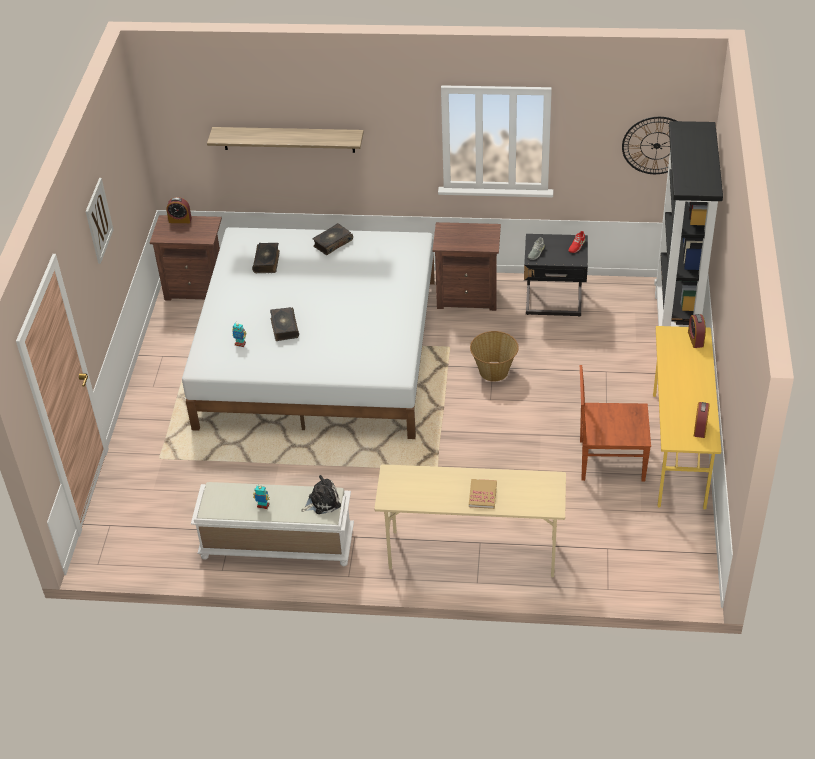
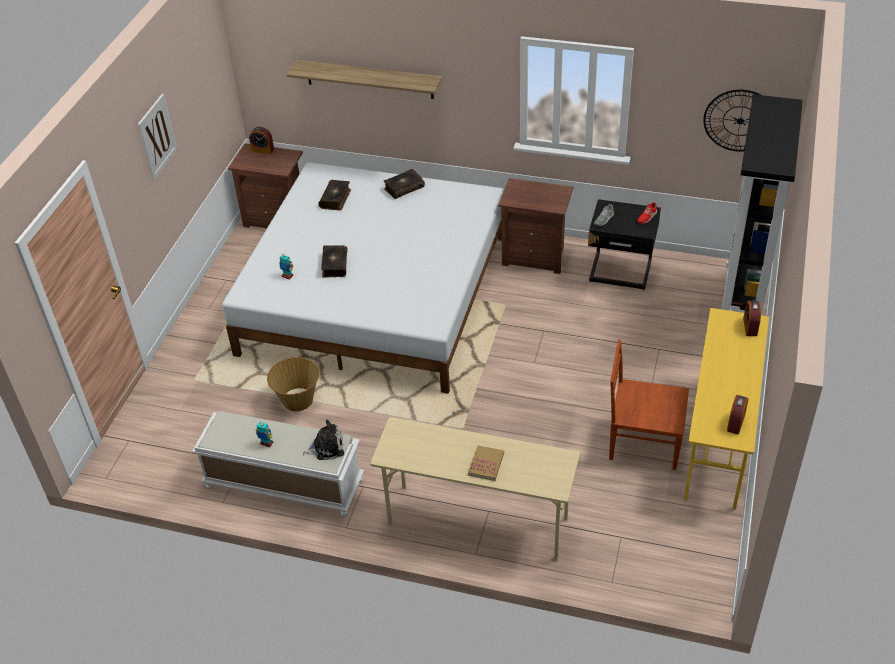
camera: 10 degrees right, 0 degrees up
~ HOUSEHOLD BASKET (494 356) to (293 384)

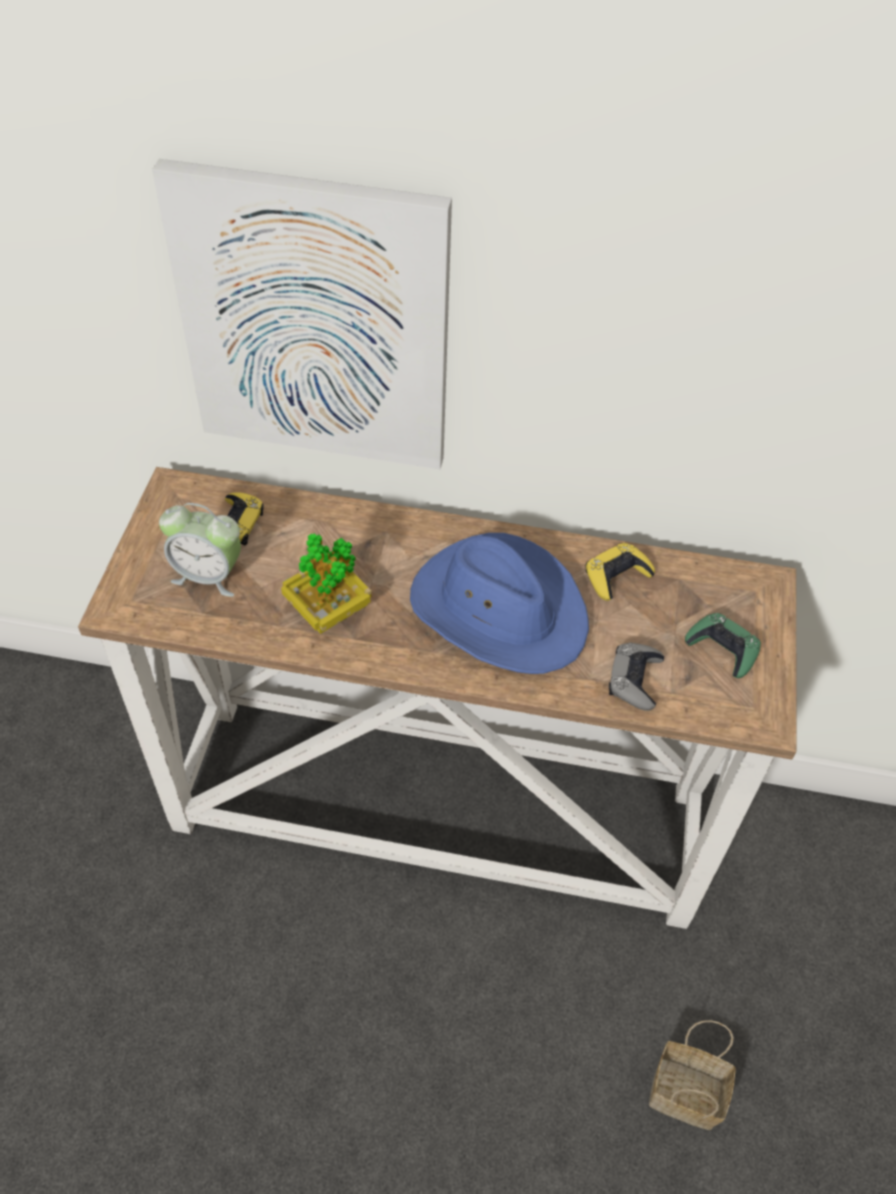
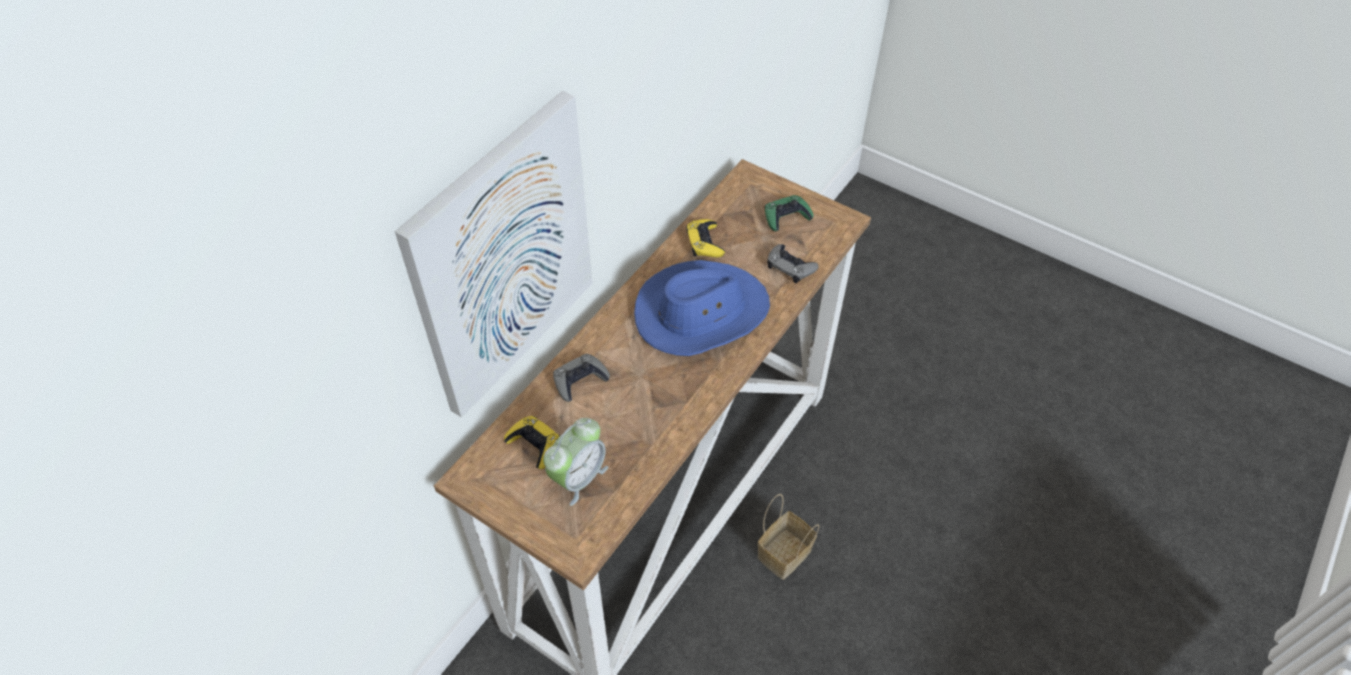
camera: 65 degrees left, 0 degrees up
- POTTED PLANT (326 583)
~ HOUSEHOLD BASKET (692 1075) to (788 537)
+ GREYISH GAME CONTROLLER (581 378)

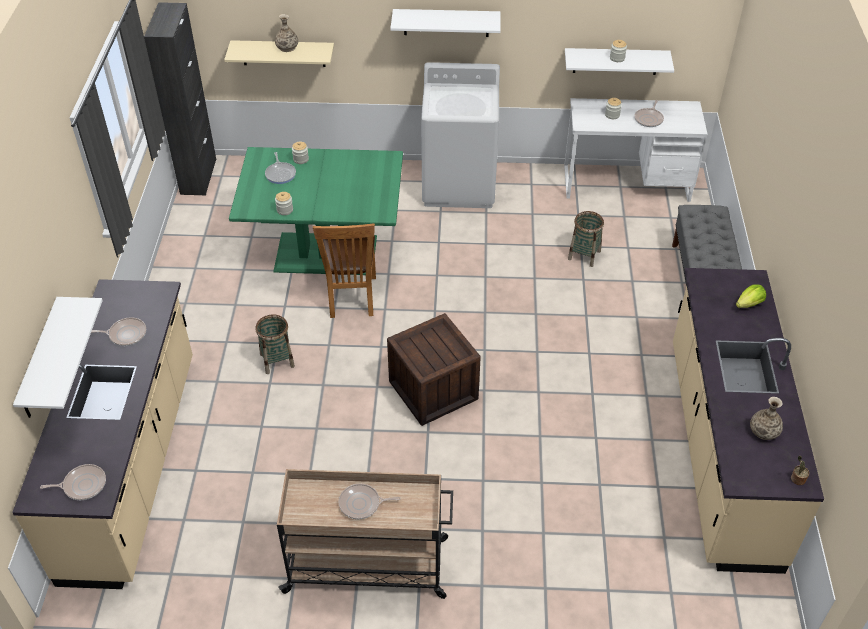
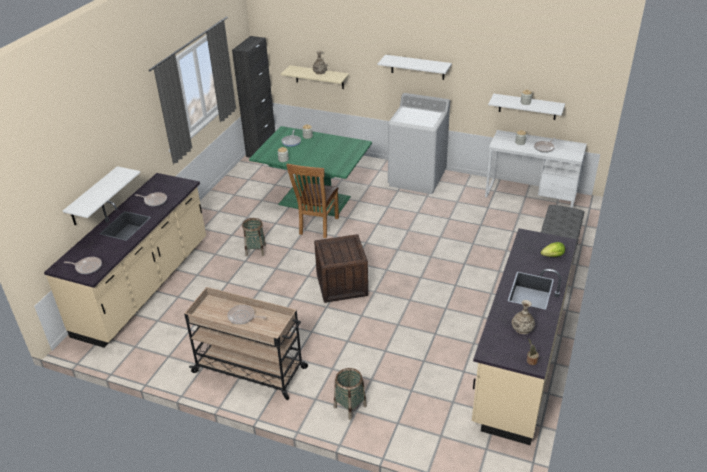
camera: 20 degrees right, 10 degrees down
~ HOUSEHOLD BASKET (586 239) to (350 394)

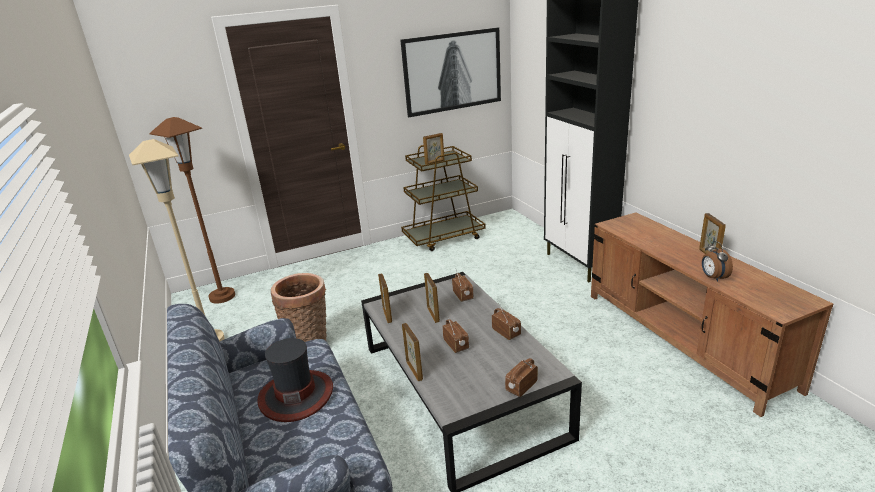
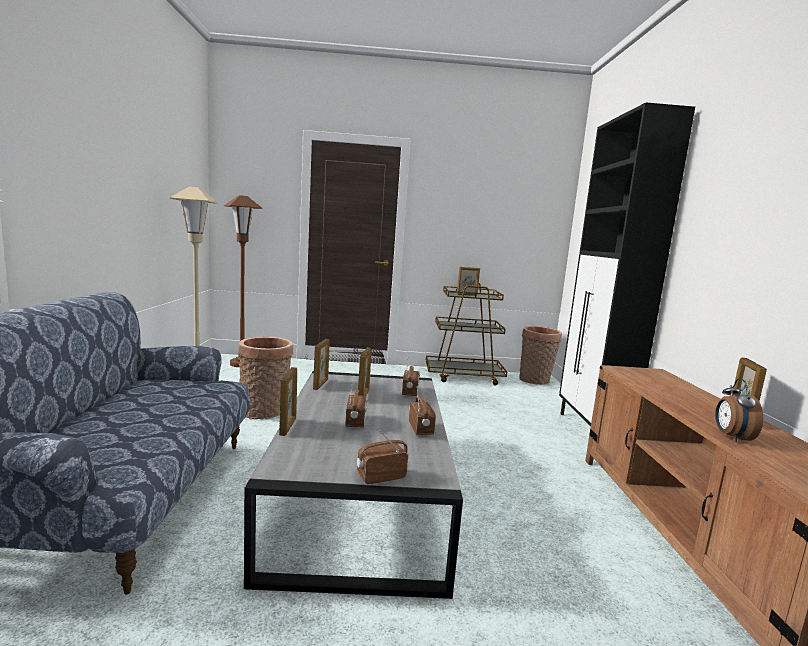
camera: 20 degrees right, 15 degrees down
- HAT (295 380)
- WALL PICTURE (450 72)
+ HOUSEHOLD BASKET (540 355)

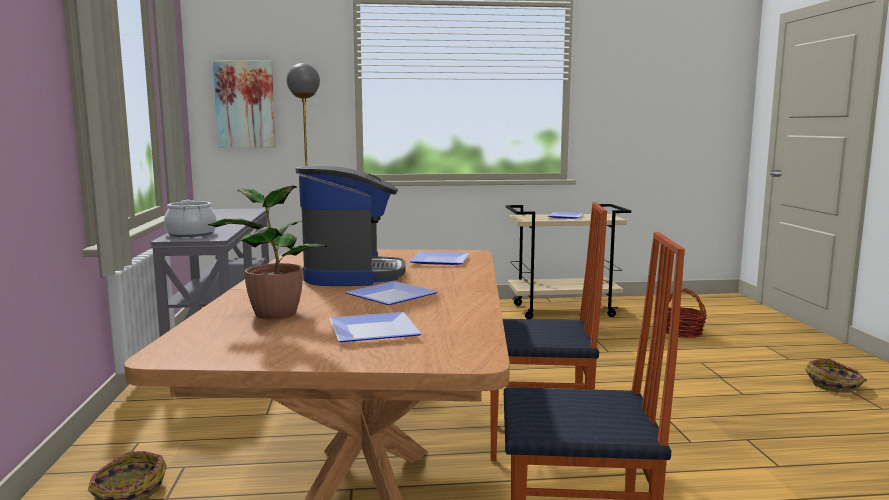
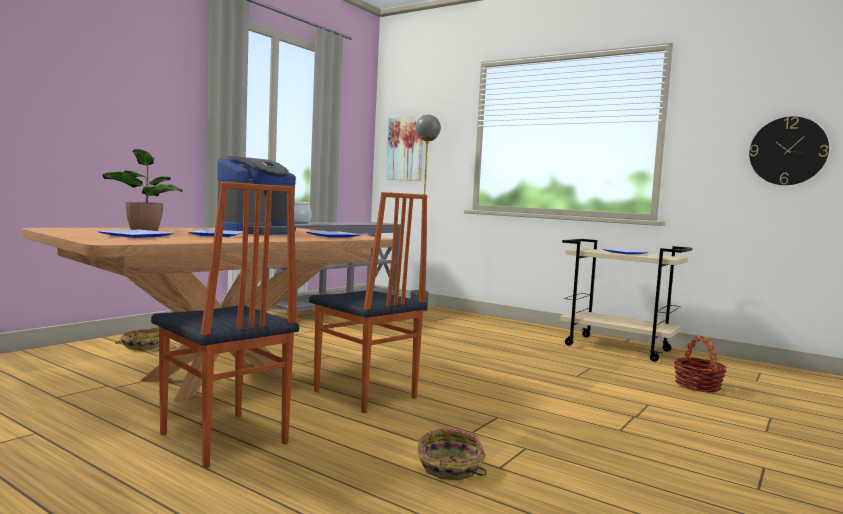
camera: 40 degrees right, 5 degrees down
~ HOUSEHOLD BASKET (836 376) to (452 454)
+ HANGING CLOCK (789 150)

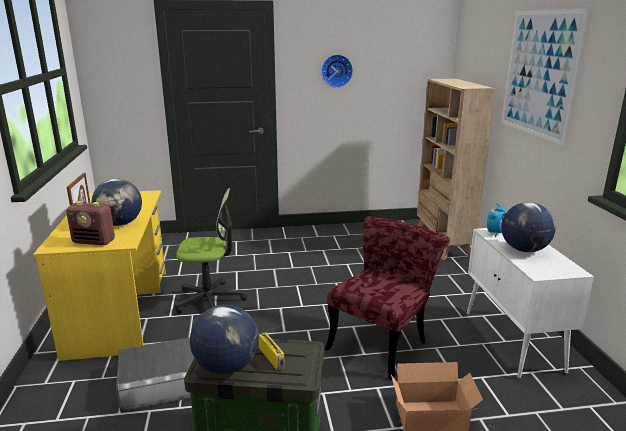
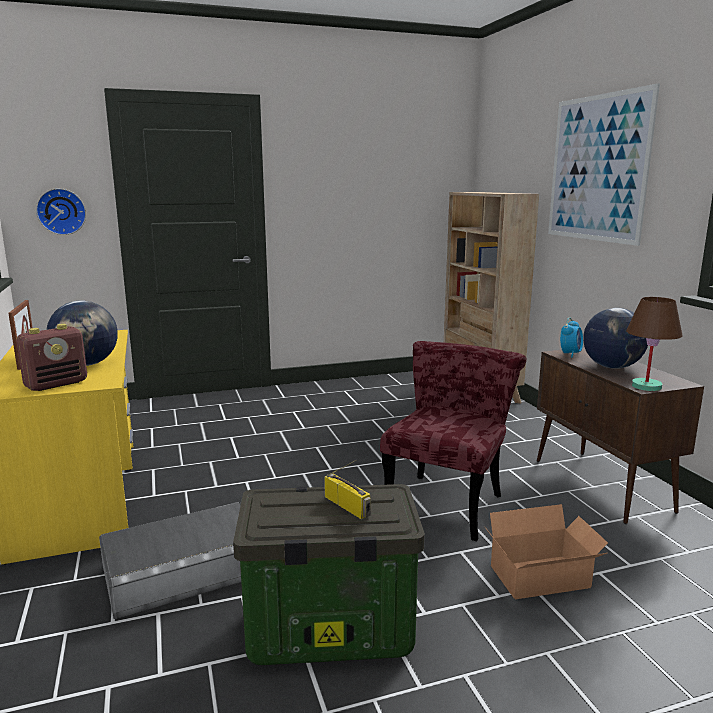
camera: 10 degrees left, 5 degrees down
~ RADIO SET (90 223) = (51 357) 45 degrees counterclockwise
- COMPUTER CHAIR (211 251)
- DESK GLOBE (224 340)
~ HANGING CLOCK (337 71) to (61 211)
~ WHITE-COLOURED CUPBOARD (530 303) to BROWN-COLOURED CUPBOARD (620 435)
+ BROWN-COLOURED TABLETOP LAMP (654 344)

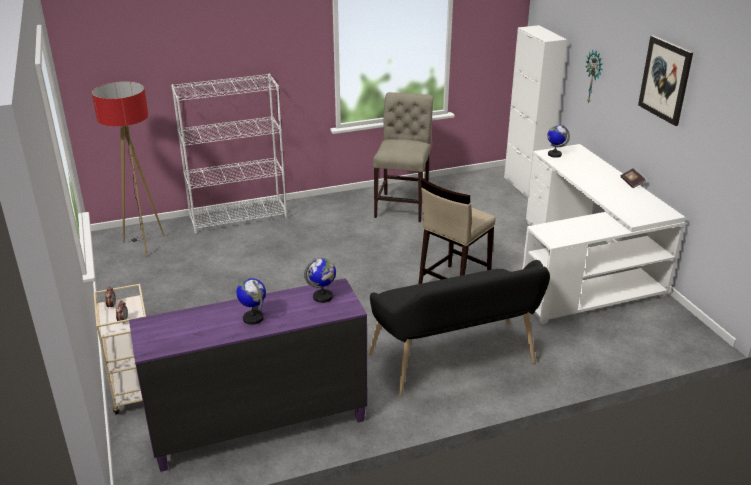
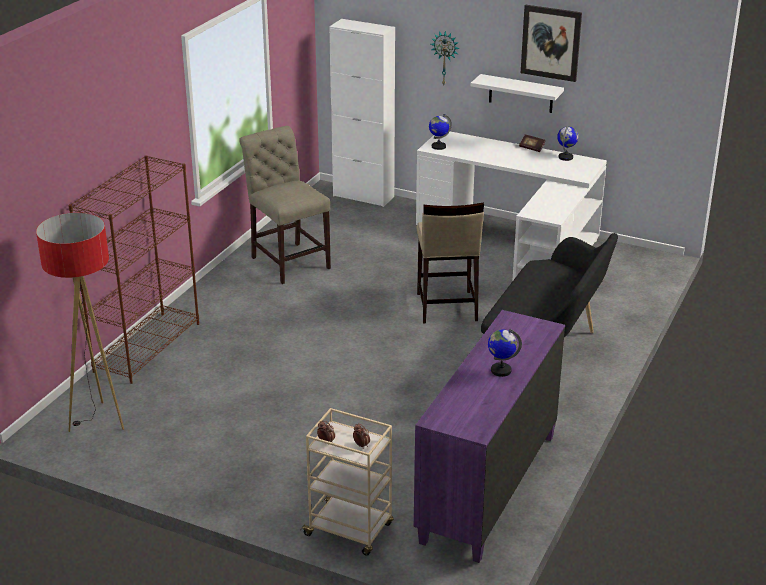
camera: 45 degrees left, 0 degrees up
~ WHITE-COLOURED SHELVING UNIT (229 154) to BROWN-COLOURED SHELVING UNIT (133 269)
~ DESK GLOBE (320 280) to (567 143)
+ WHITE-COLOURED WALL SHELF (517 93)

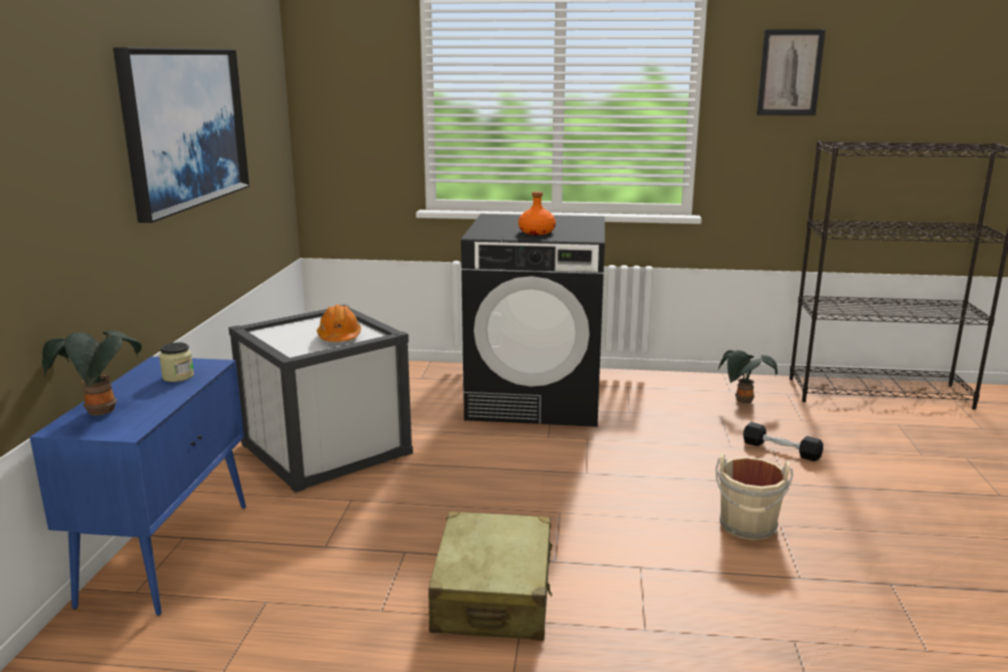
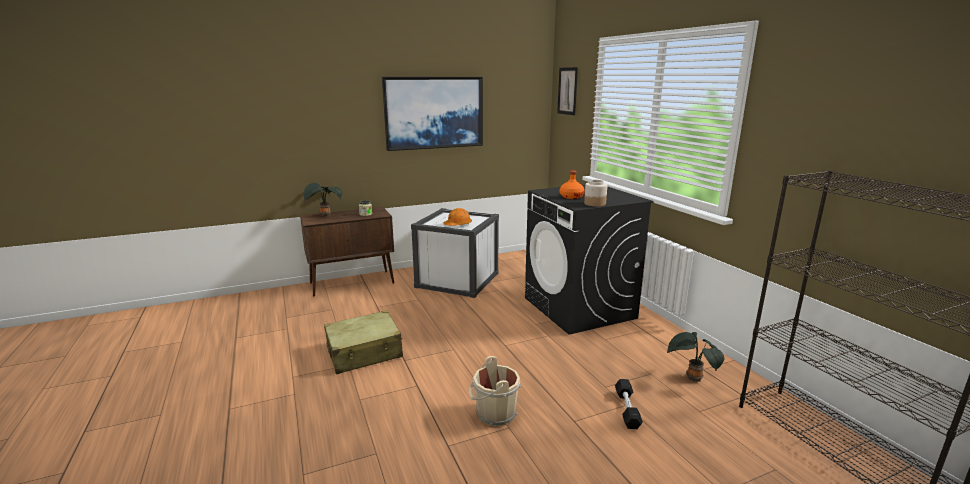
camera: 60 degrees right, 0 degrees up
~ BLUISH CUPBOARD (138 486) to BROWN-COLOURED CUPBOARD (347 252)
~ WALL PICTURE (791 72) to (567 91)
+ STORAGE JAR (595 193)

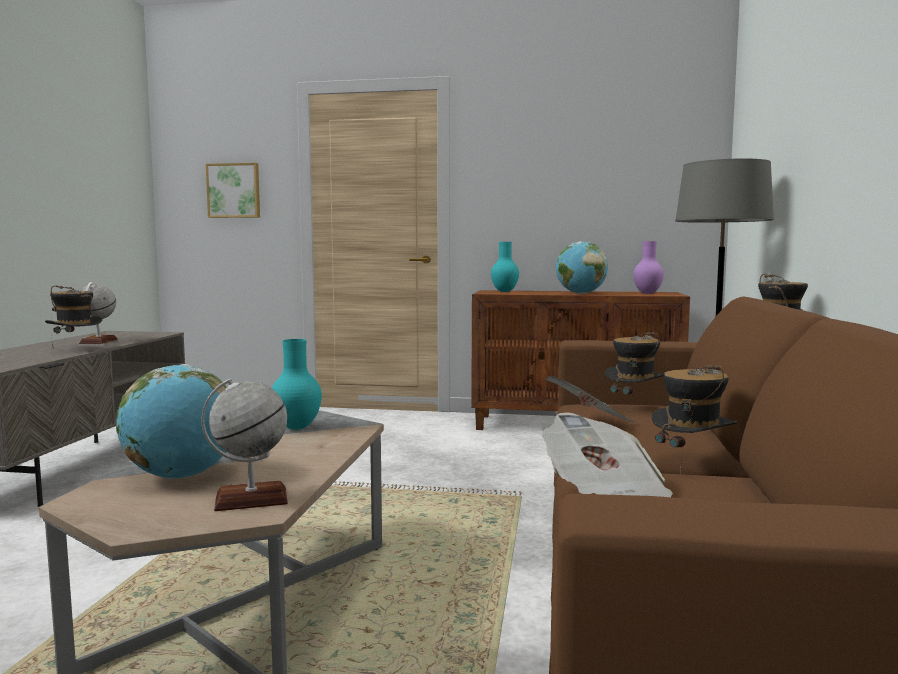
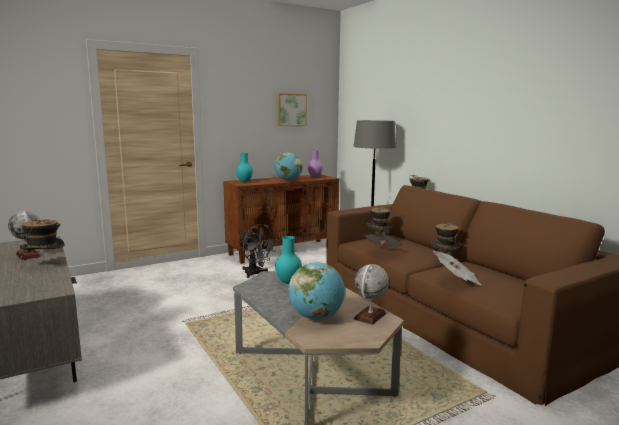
camera: 40 degrees left, 5 degrees up
~ WALL PICTURE (233 190) to (292 110)
+ GREYISH COOLING FAN (258 251)

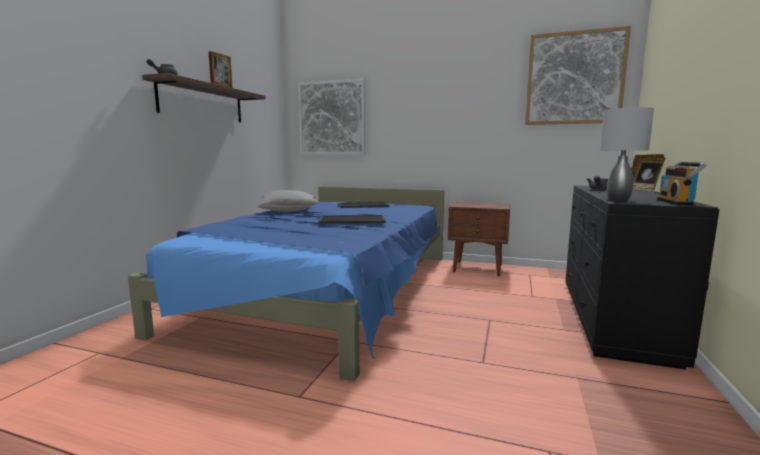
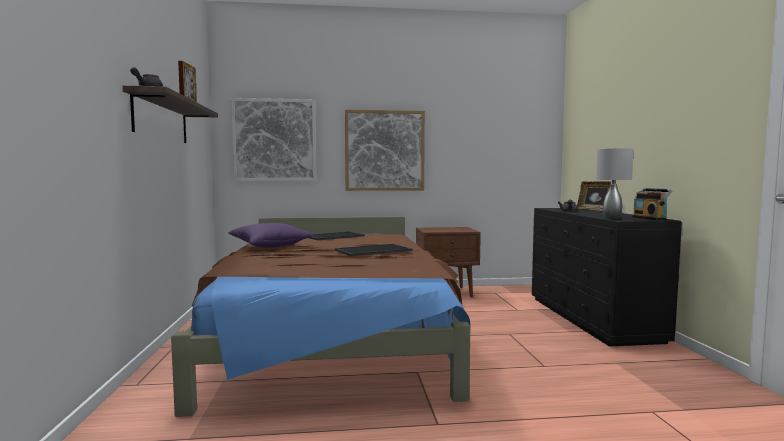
camera: 25 degrees left, 5 degrees down
~ BLUISH SLEEPING BED (286 283) to BROWN-COLOURED SLEEPING BED (321 316)
~ GREYISH PILLOW (288 201) to PURPLISH PILLOW (271 235)
~ WALL PICTURE (578 75) to (385 150)

